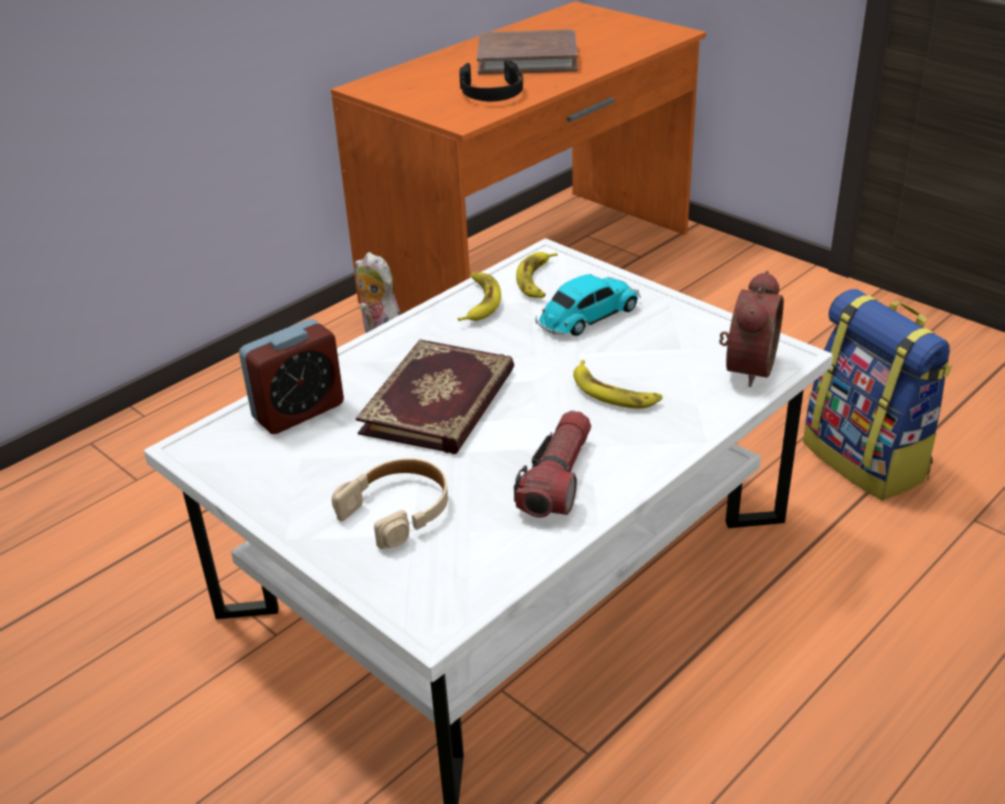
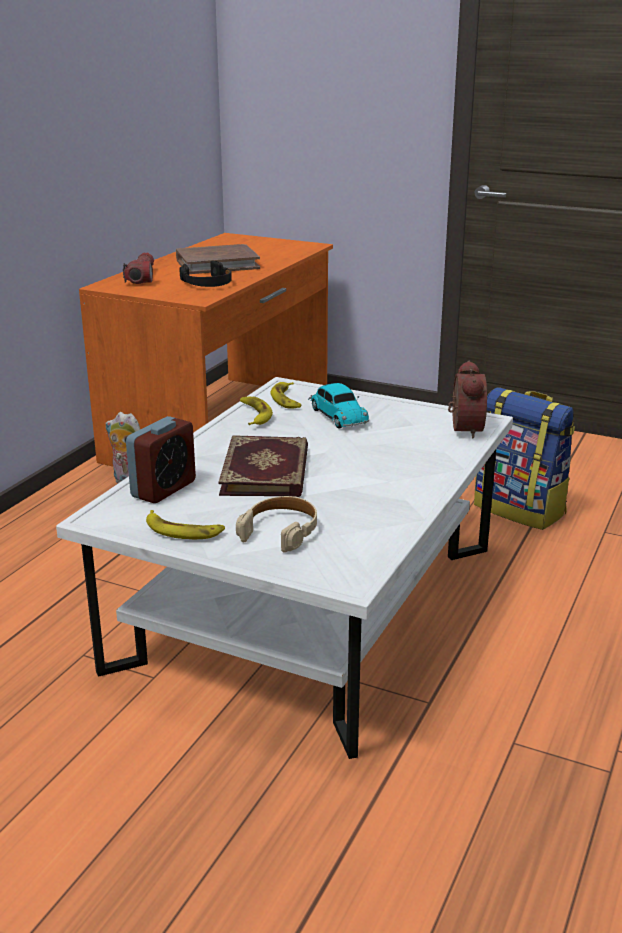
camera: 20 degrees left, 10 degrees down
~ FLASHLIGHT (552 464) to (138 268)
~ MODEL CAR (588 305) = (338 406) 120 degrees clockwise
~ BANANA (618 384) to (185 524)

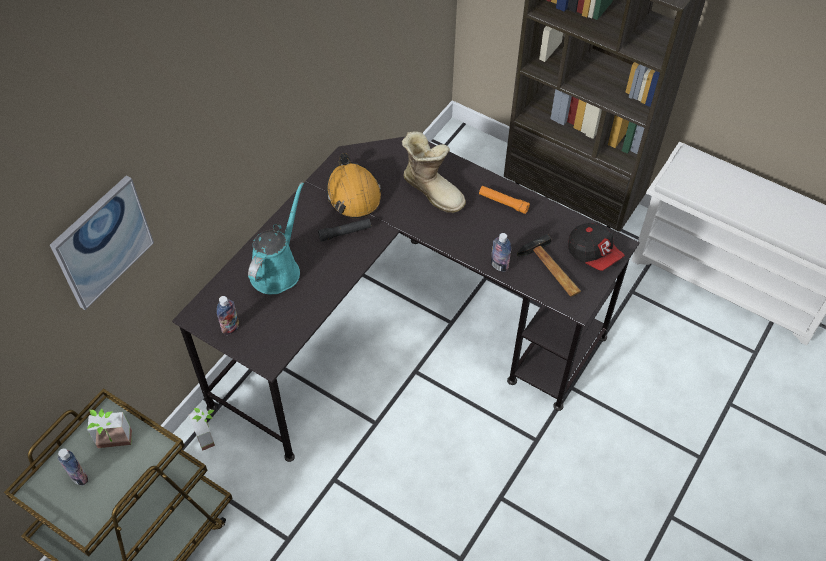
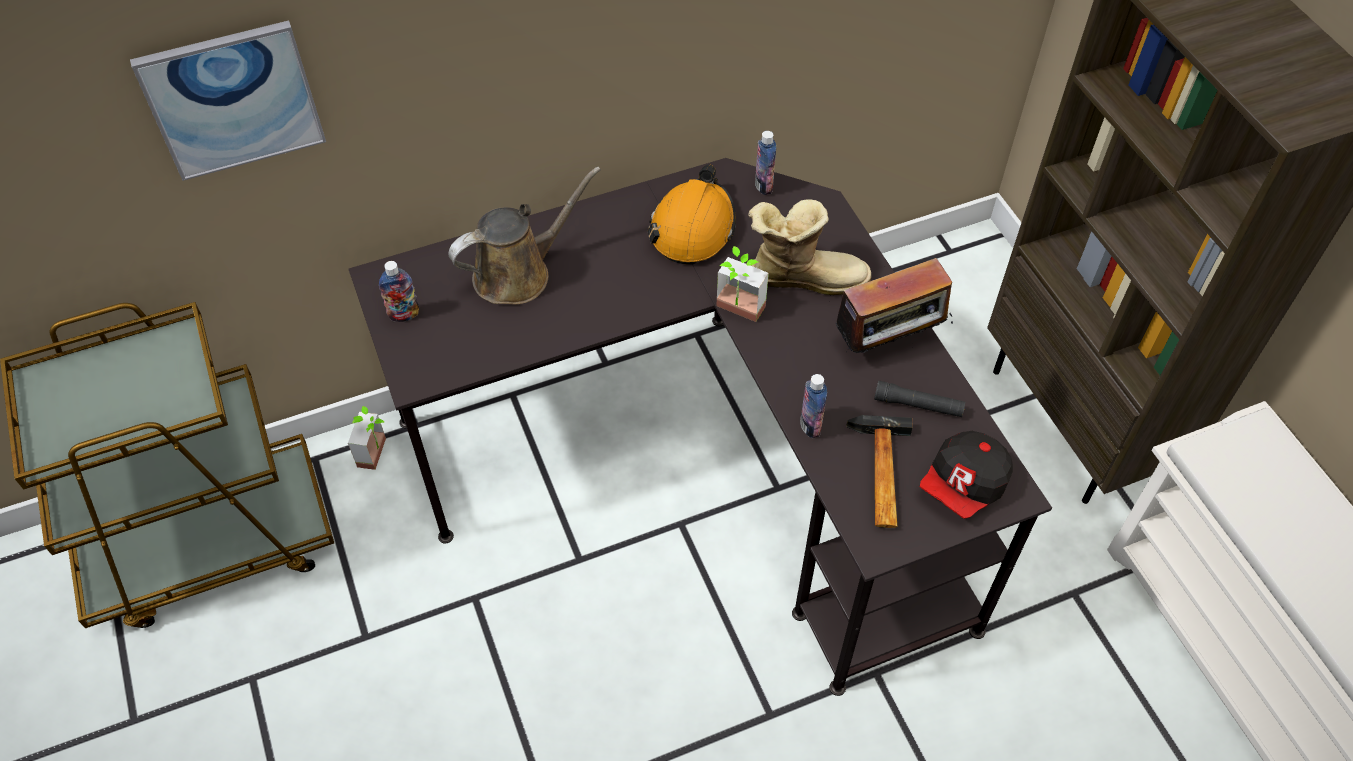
camera: 35 degrees right, 0 degrees up
~ BEVERAGE BOTTLE (73 466) to (765 163)
~ POTTED PLANT (109 428) to (742 284)
~ TURQUOISE-COLOURED WATERING POT (276 238) to BROWN-COLOURED WATERING POT (524 235)
~ BLACK FLASHLIGHT (344 230) to (919 399)
~ TALL BOOT (434 172) = (809 247) 75 degrees counterclockwise
~ ORANGE-COLOURED FLASHLIGHT (504 200) to RADIO SET (891 305)
~ BASEBALL CAP (596 247) = (966 475) 45 degrees clockwise

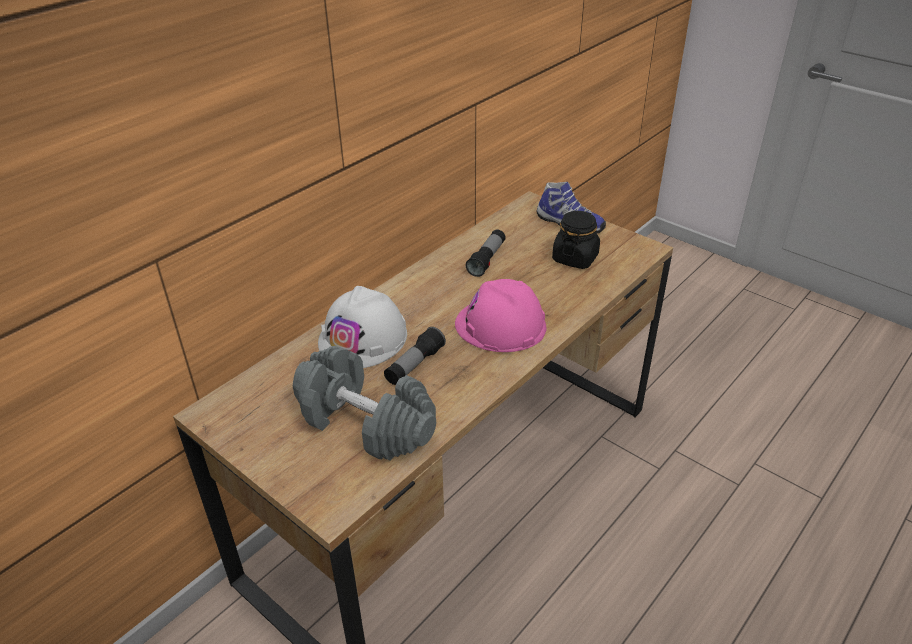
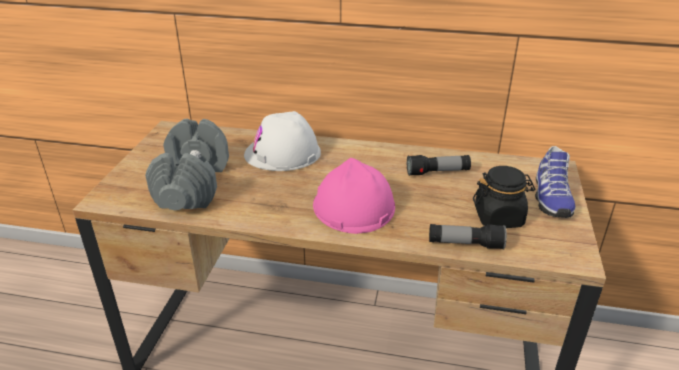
camera: 60 degrees right, 5 degrees down
~ FLASHLIGHT (415 356) to (468 237)

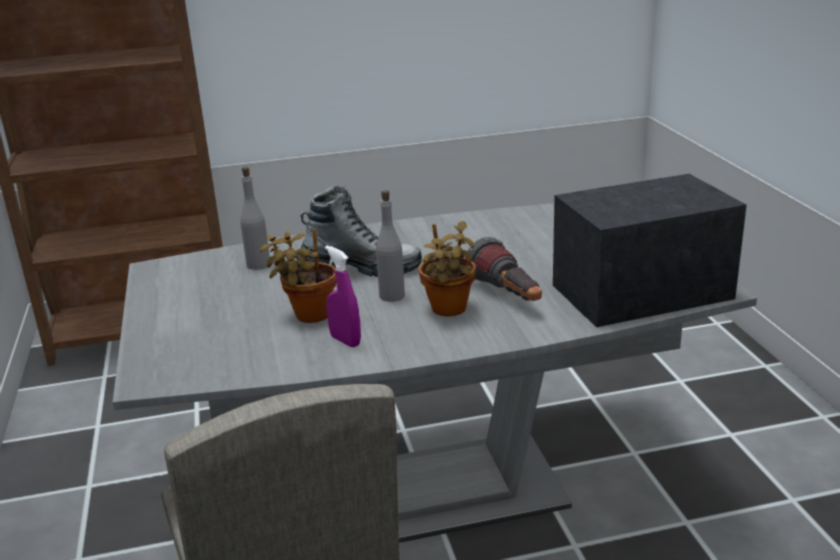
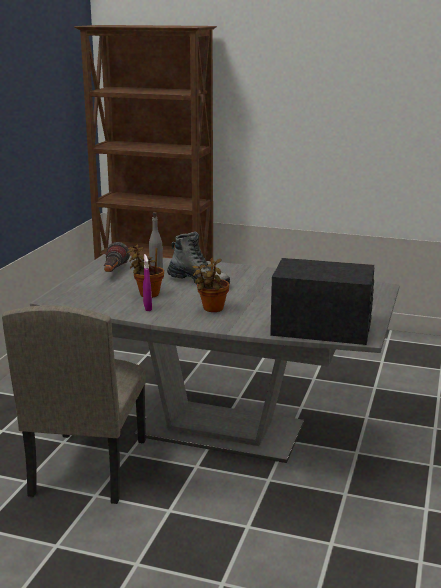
camera: 30 degrees right, 5 degrees down
- GREYISH BEVERAGE BOTTLE (390 246)
~ FLASHLIGHT (503 269) to (117 257)

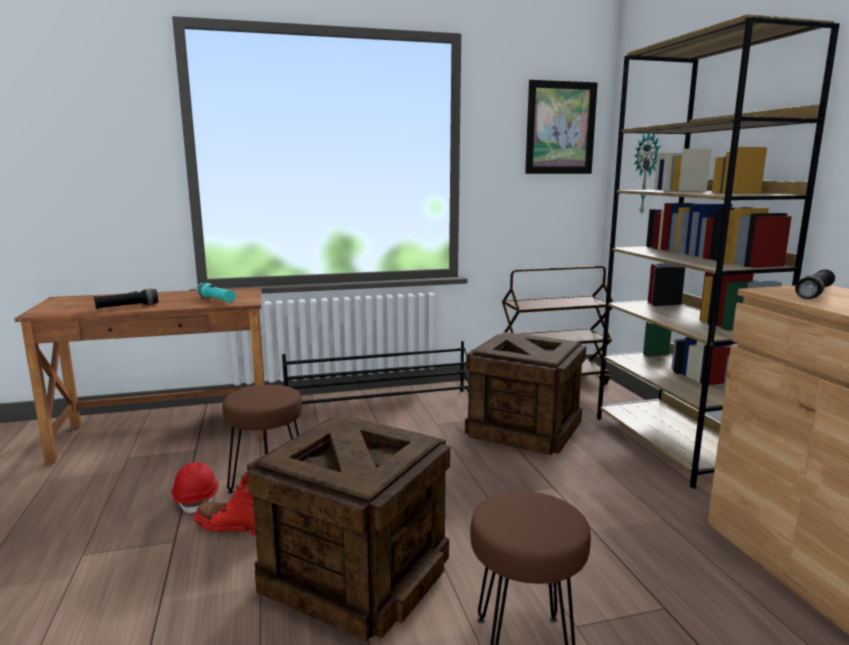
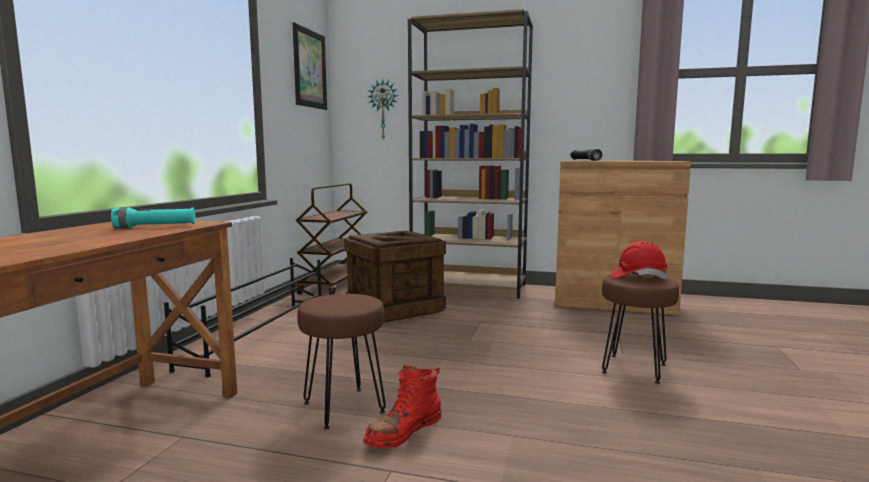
camera: 60 degrees left, 5 degrees down
- BLACK FLASHLIGHT (126 299)
~ RED HARD HAT (195 487) to (639 260)
- SHIPPING CRATE (348 528)

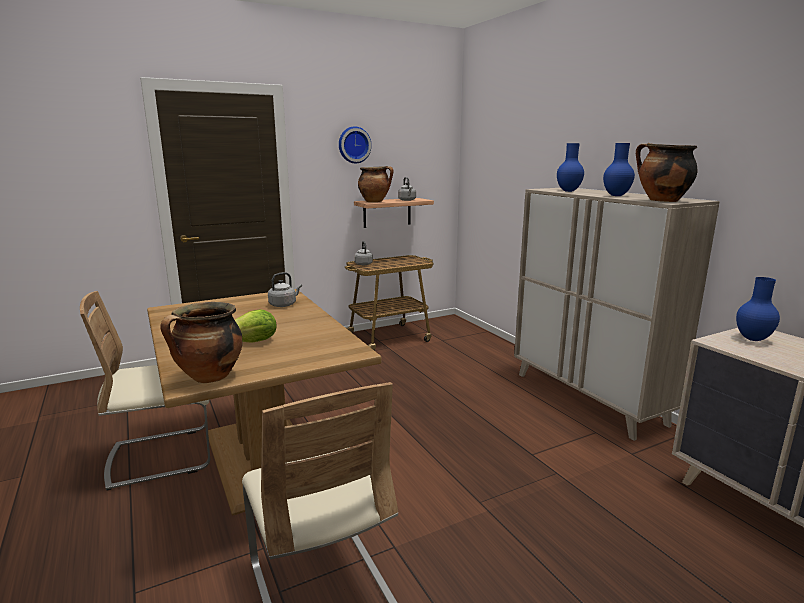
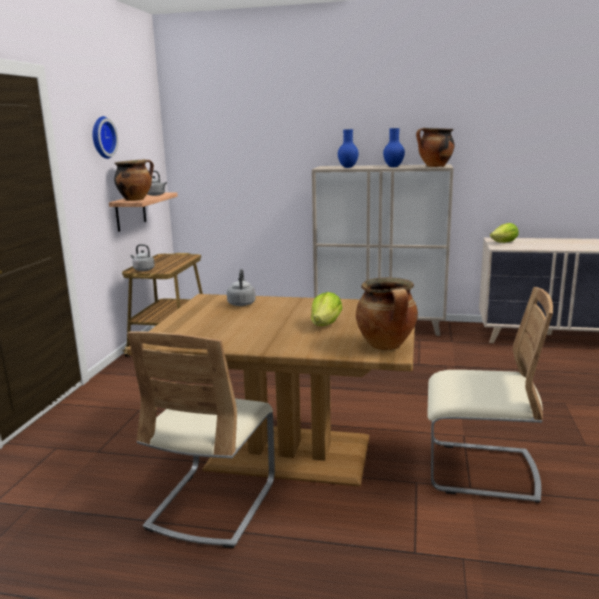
camera: 50 degrees left, 0 degrees up
~ BLUISH FLOWER VASE (758 309) to LETTUCE HEAD (504 233)

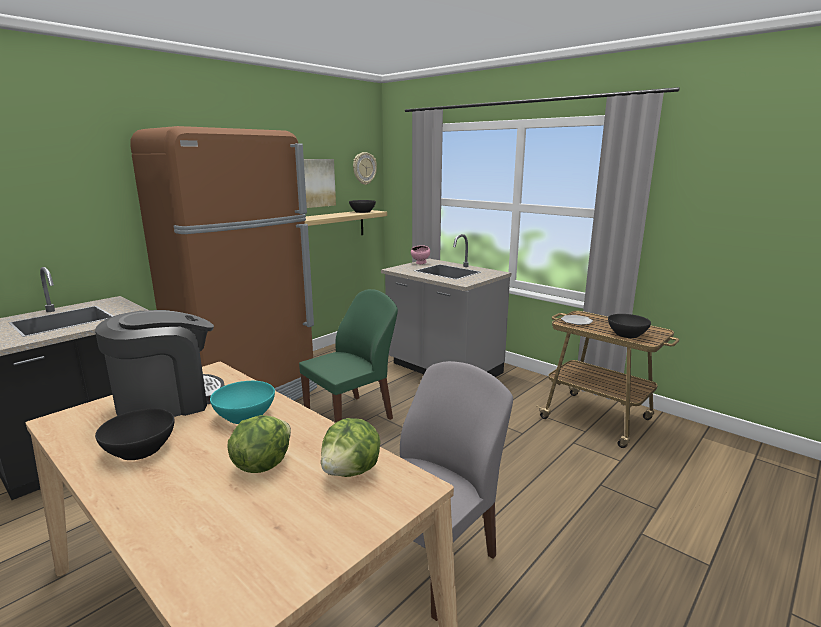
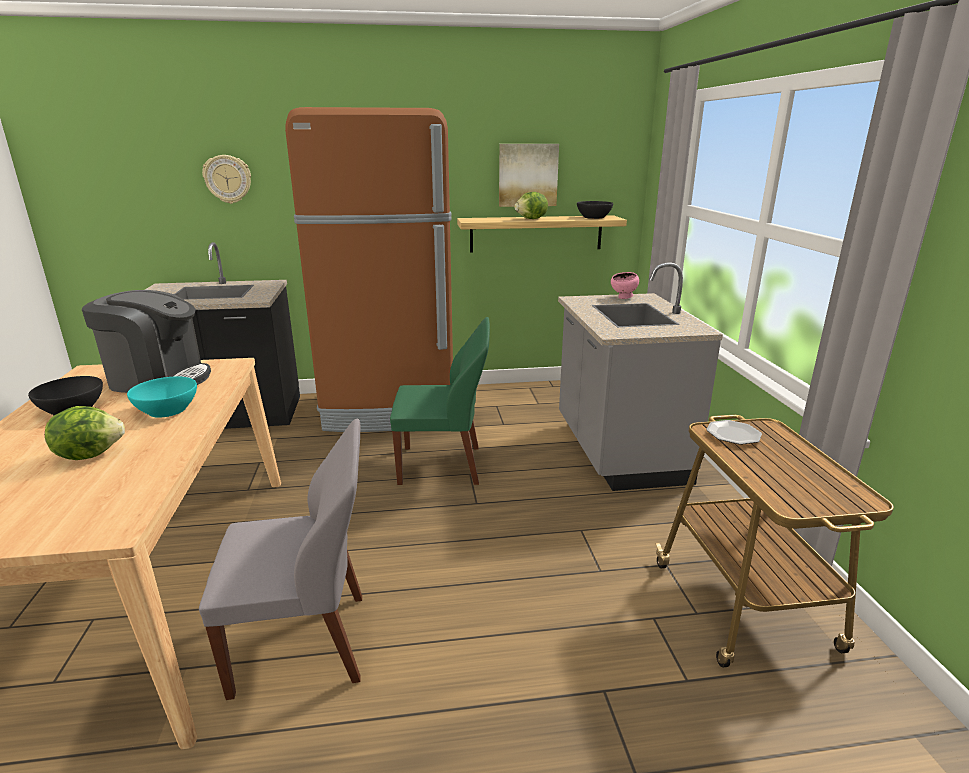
camera: 40 degrees right, 5 degrees up
~ LETTUCE HEAD (351 447) to (531 205)
~ HANGING CLOCK (365 168) to (226 179)
- BLACK SERVING BOWL (629 326)

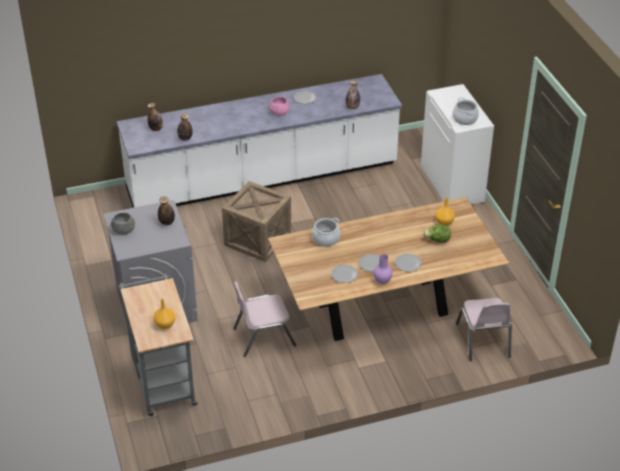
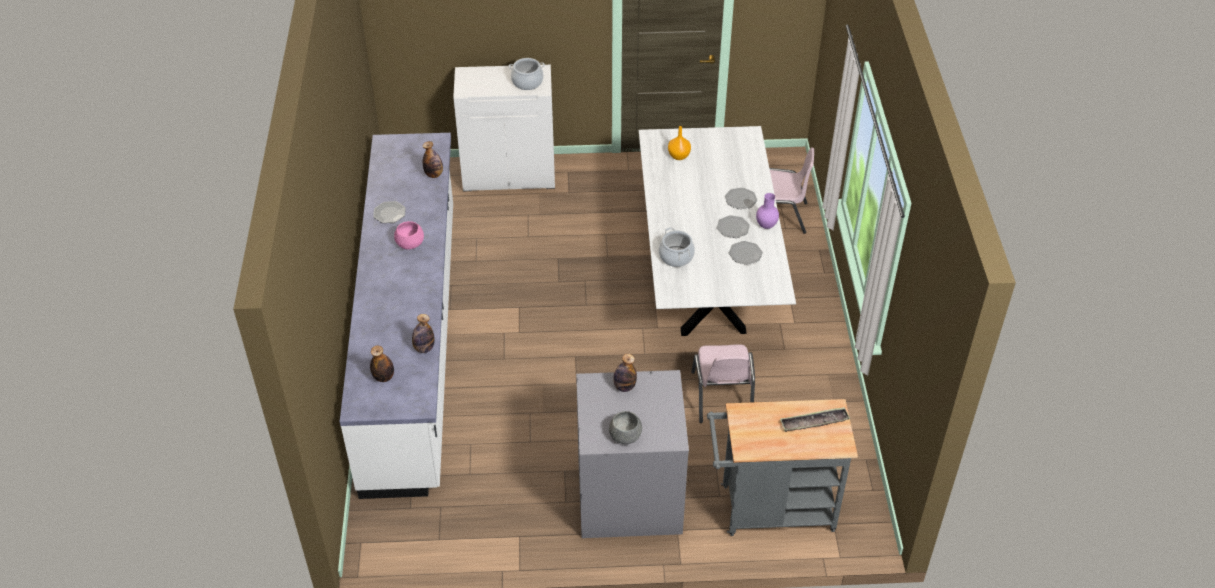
camera: 75 degrees left, 5 degrees up
~ ORANGE-COLOURED FLOWER VASE (164 314) to CARRYING TRAY (815 419)
- SHIPPING CRATE (256 221)
~ BROWN-COLOURED KITCHEN TABLE (389 269) to WHITE-COLOURED KITCHEN TABLE (717 231)
- LETTUCE HEAD (437 233)

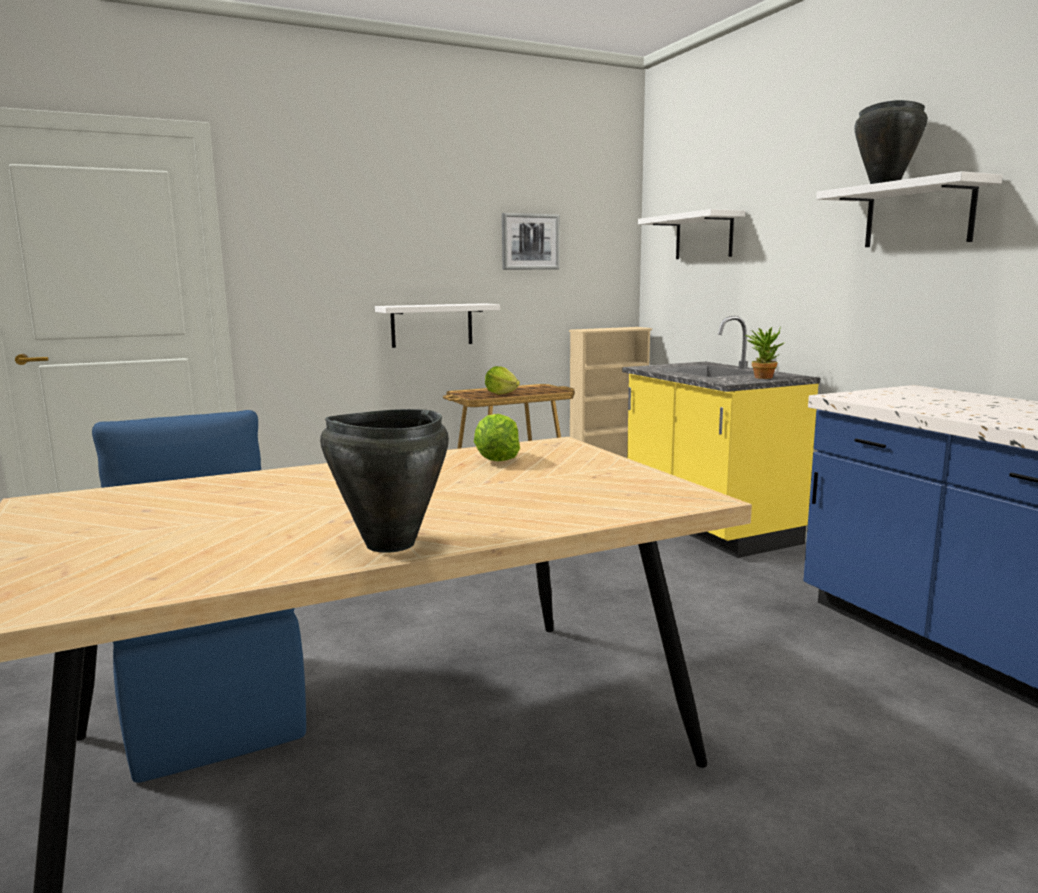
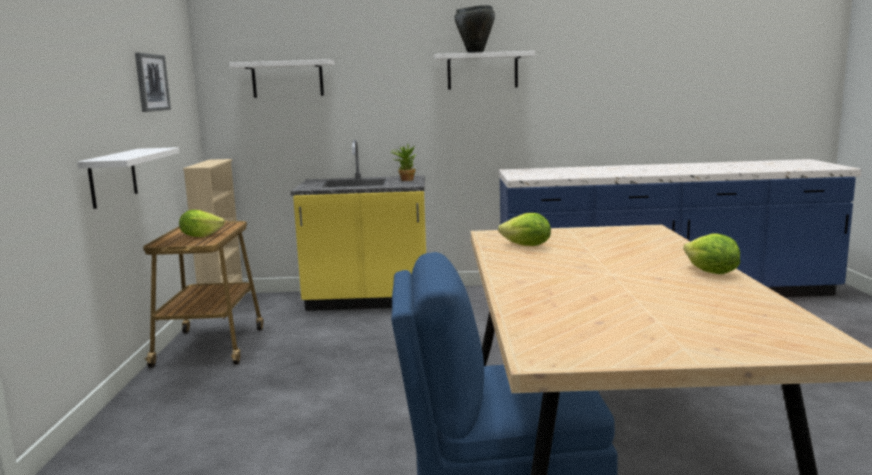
camera: 65 degrees left, 0 degrees up
~ BLACK SAUCEPOT (384 481) to LETTUCE HEAD (711 253)

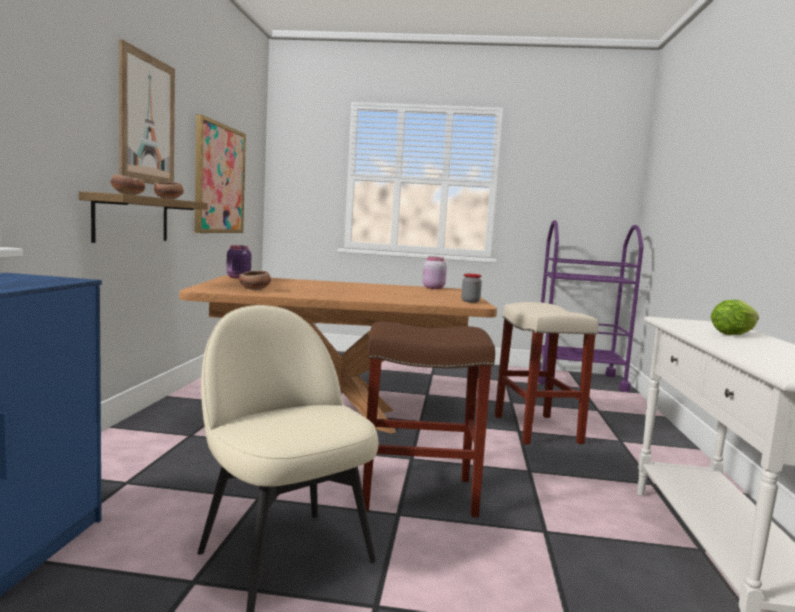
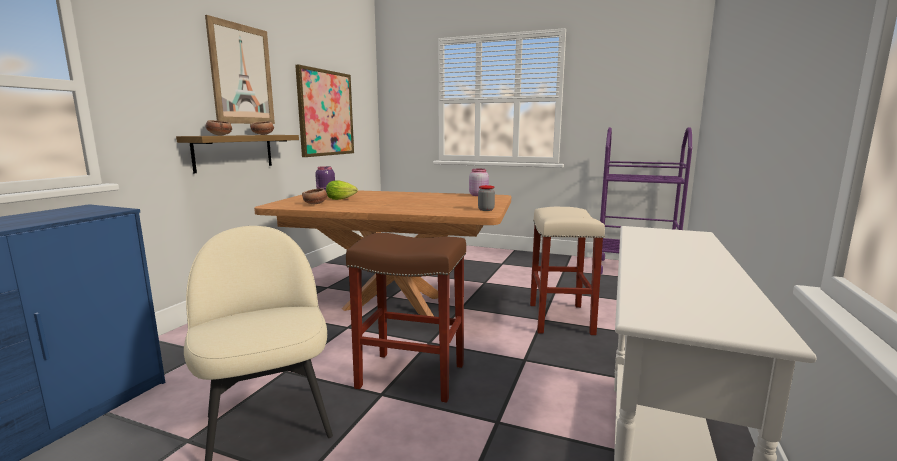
camera: 15 degrees right, 5 degrees up
~ LETTUCE HEAD (734 317) to (342 190)

